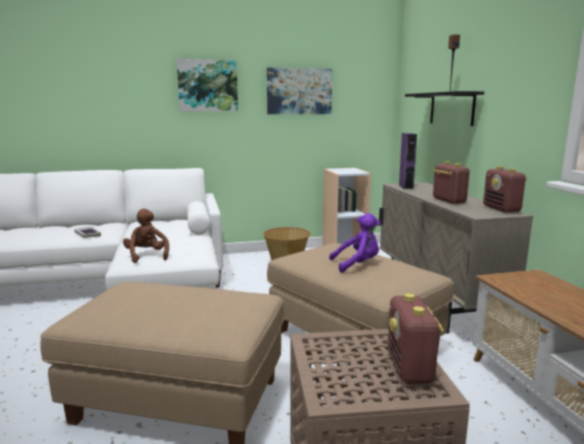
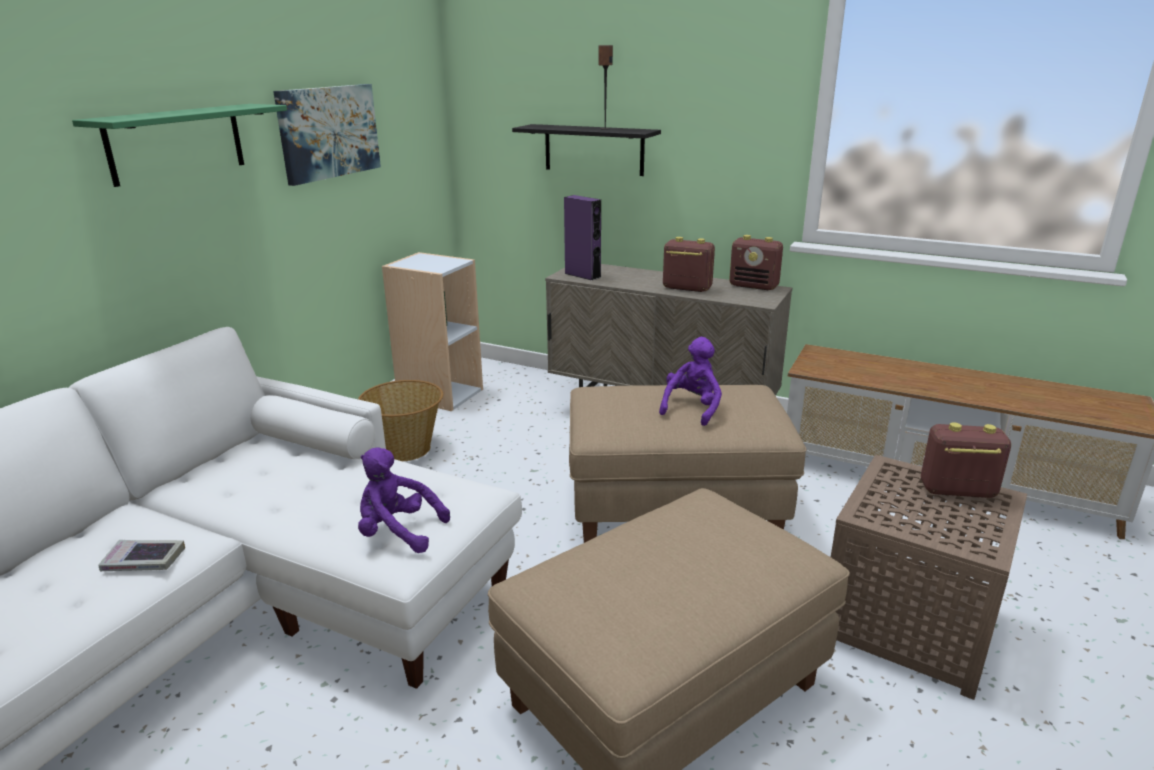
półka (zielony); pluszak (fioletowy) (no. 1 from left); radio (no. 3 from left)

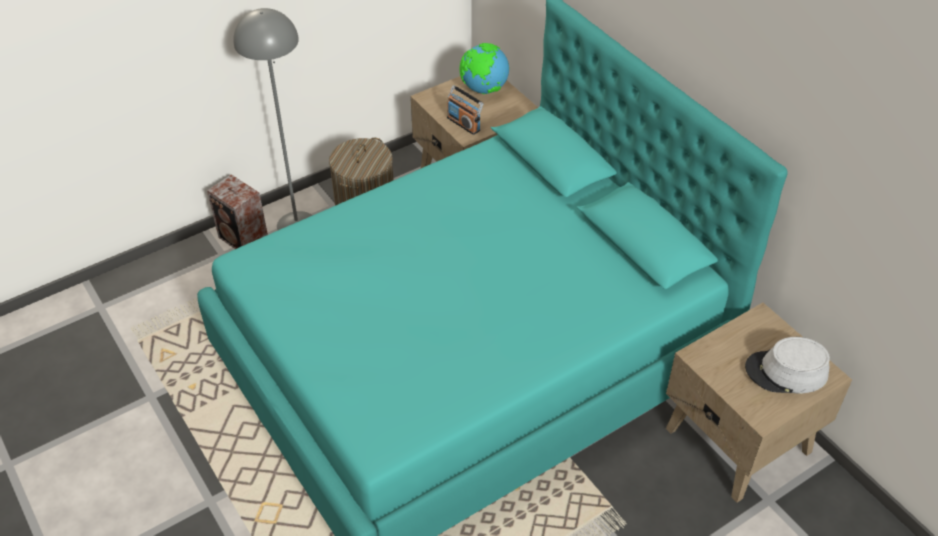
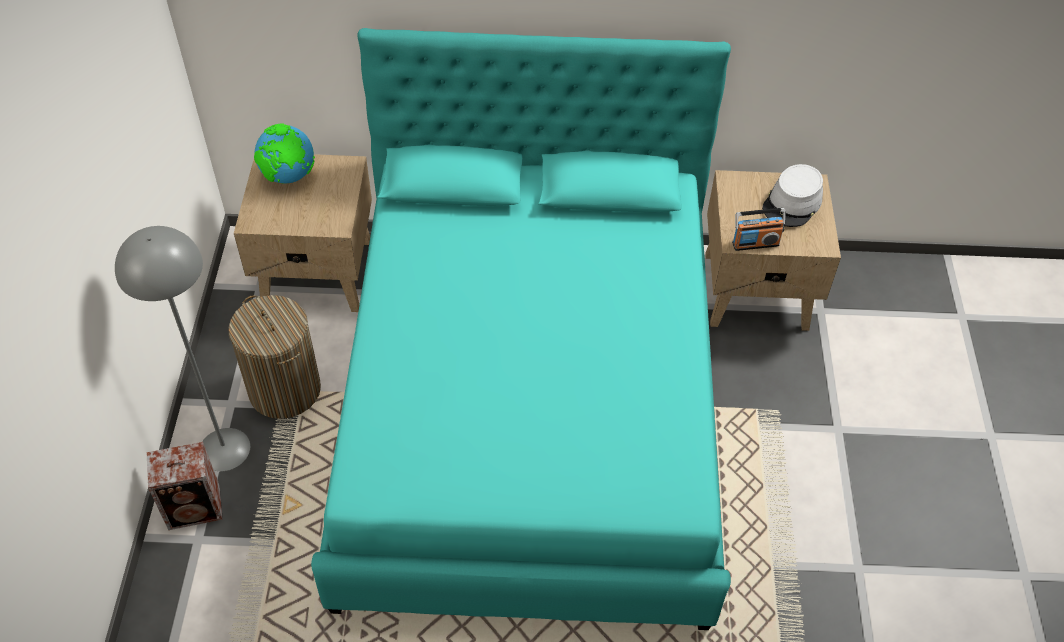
radio

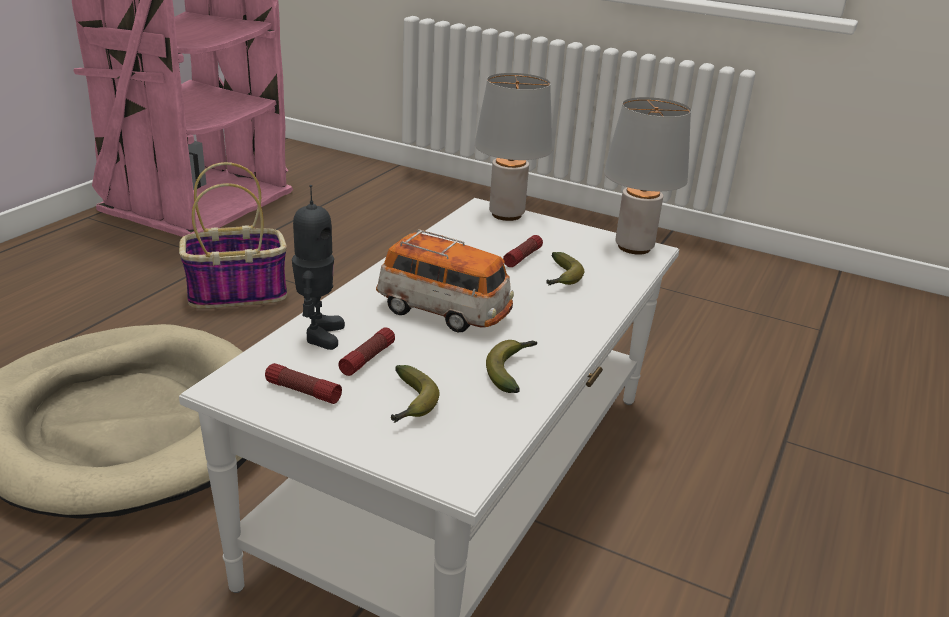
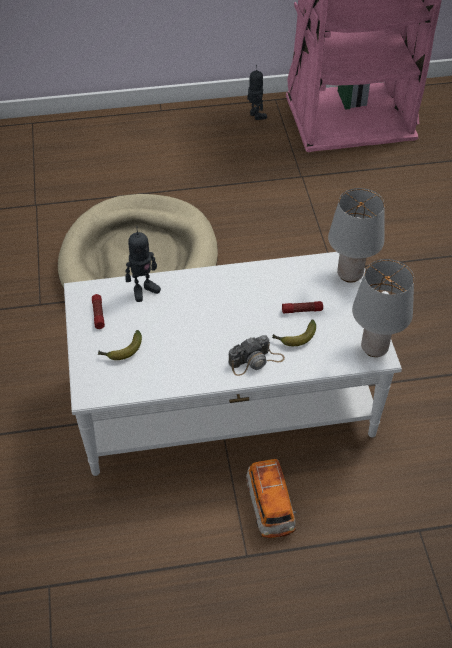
koszyk; samochodzik; latarka (no. 2 from left in the first image); banan (no. 2 from left in the first image); robot zabawkowy (no. 2 from left); aparat fotograficzny

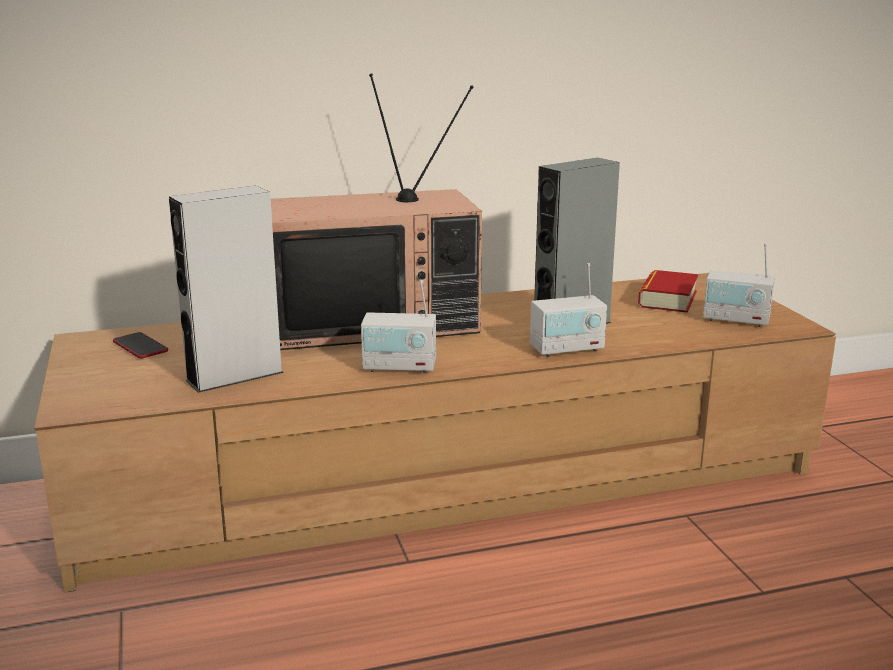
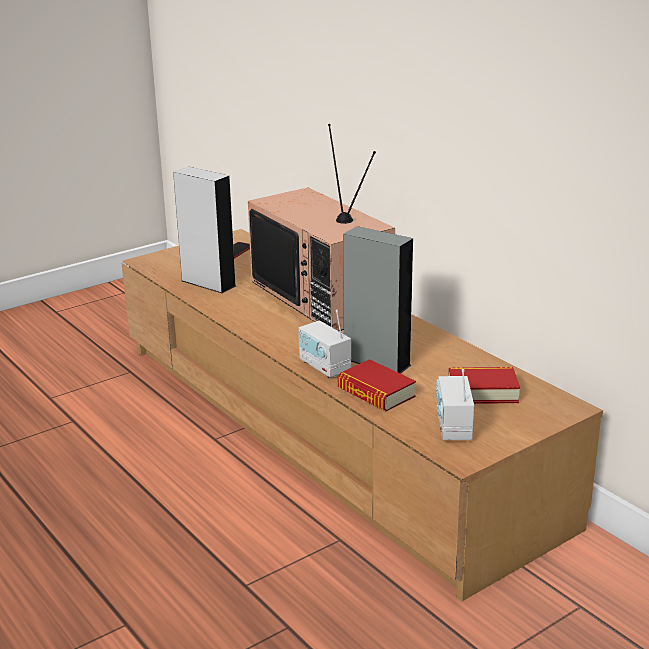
radio (no. 1 from left in the first image); książka (no. 1 from left)

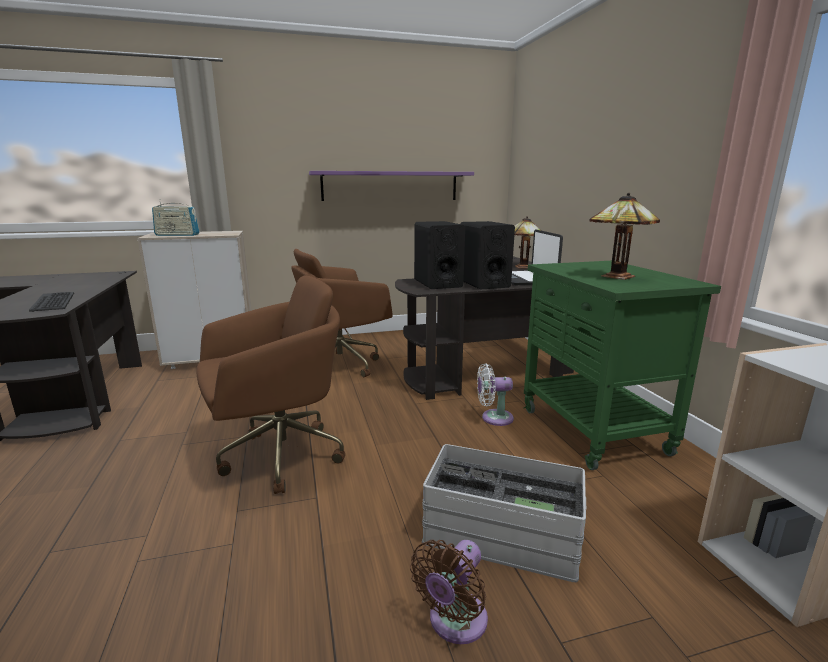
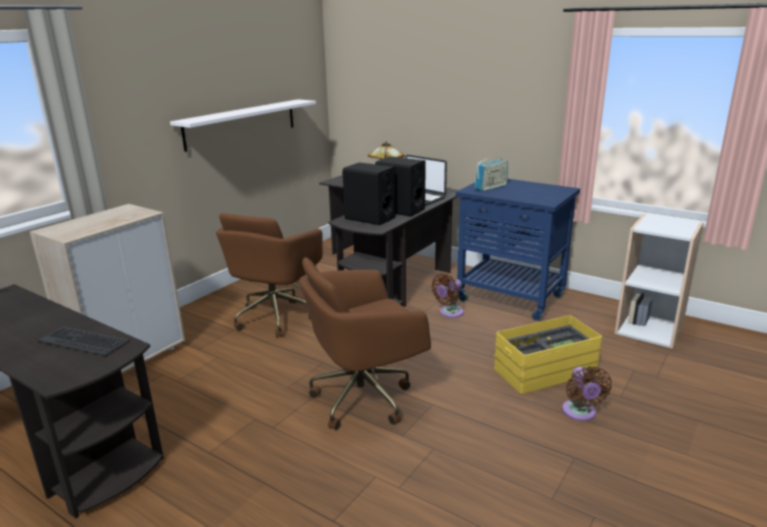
półka (biały); lampa stołowa (no. 2 from left in the first image); radio; wózek (niebieski); krzesło biurowe (brązowy) (no. 2 from left); wentylator (brązowy) (no. 1 from left); pojemnik do przechowywania (żółty)

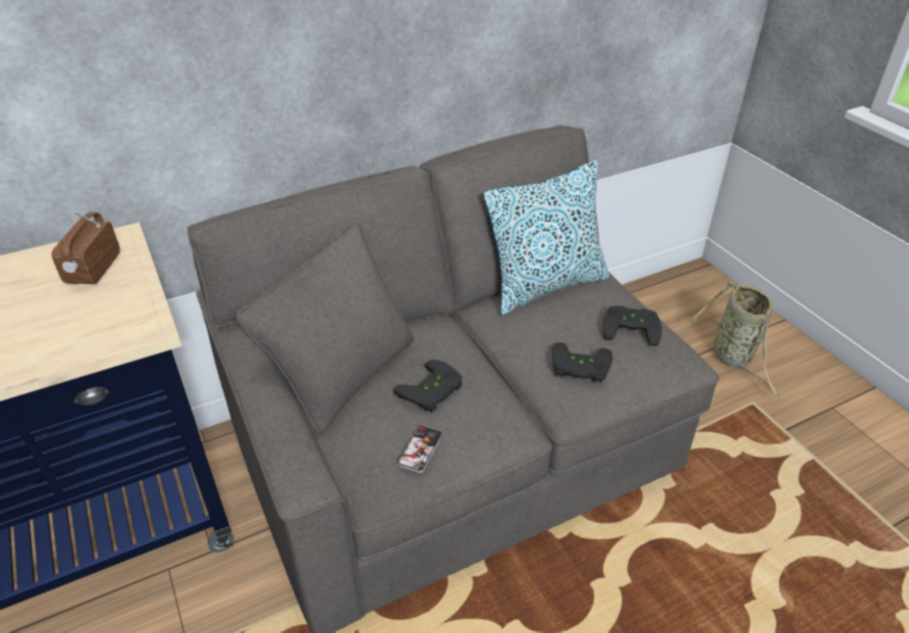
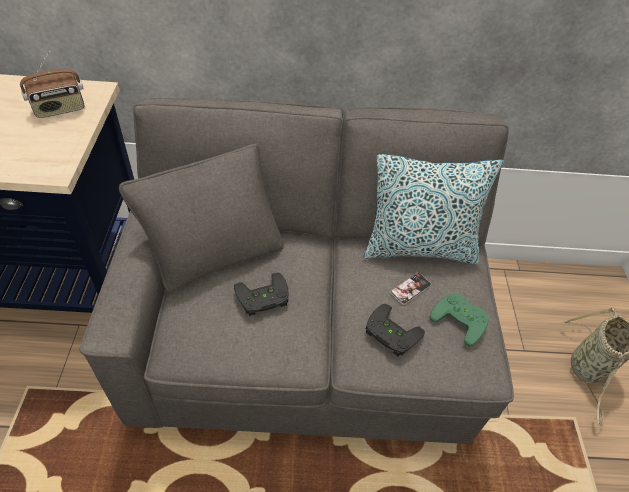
radio; pad do gier (zielony); telefon

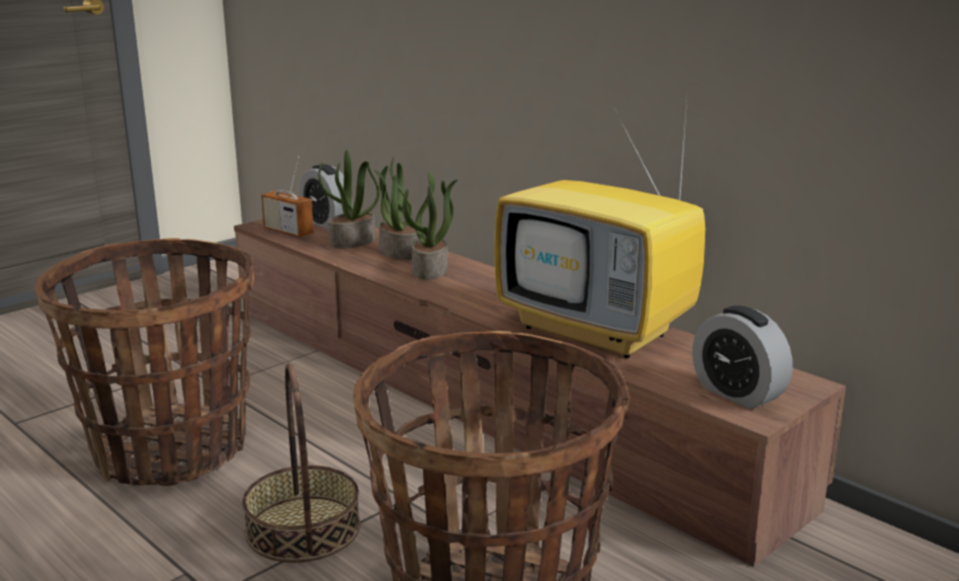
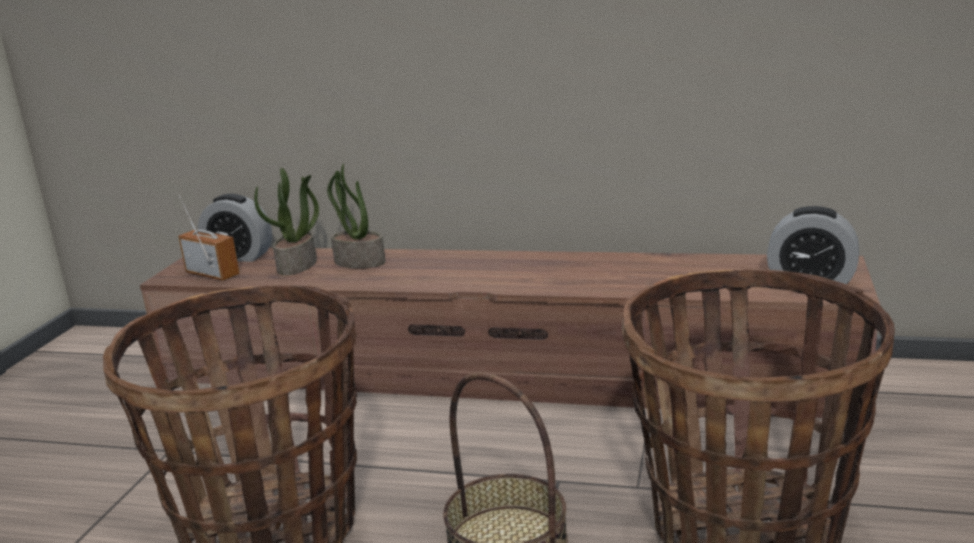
telewizor; radio; roślina doniczkowa (no. 3 from left in the first image)

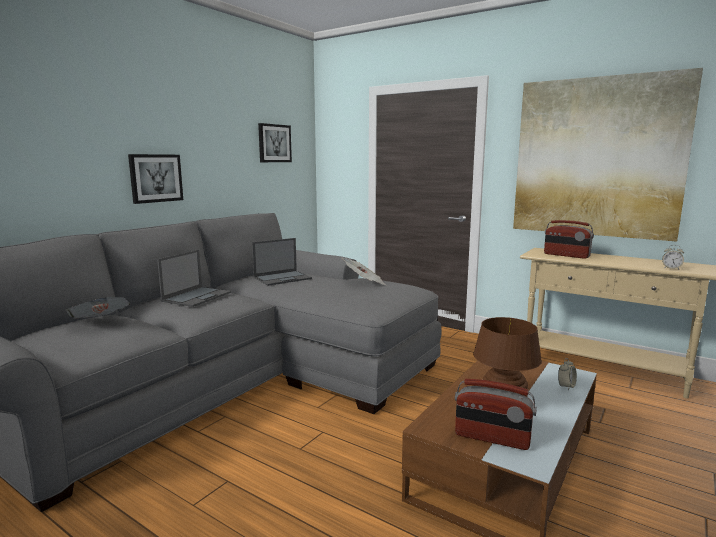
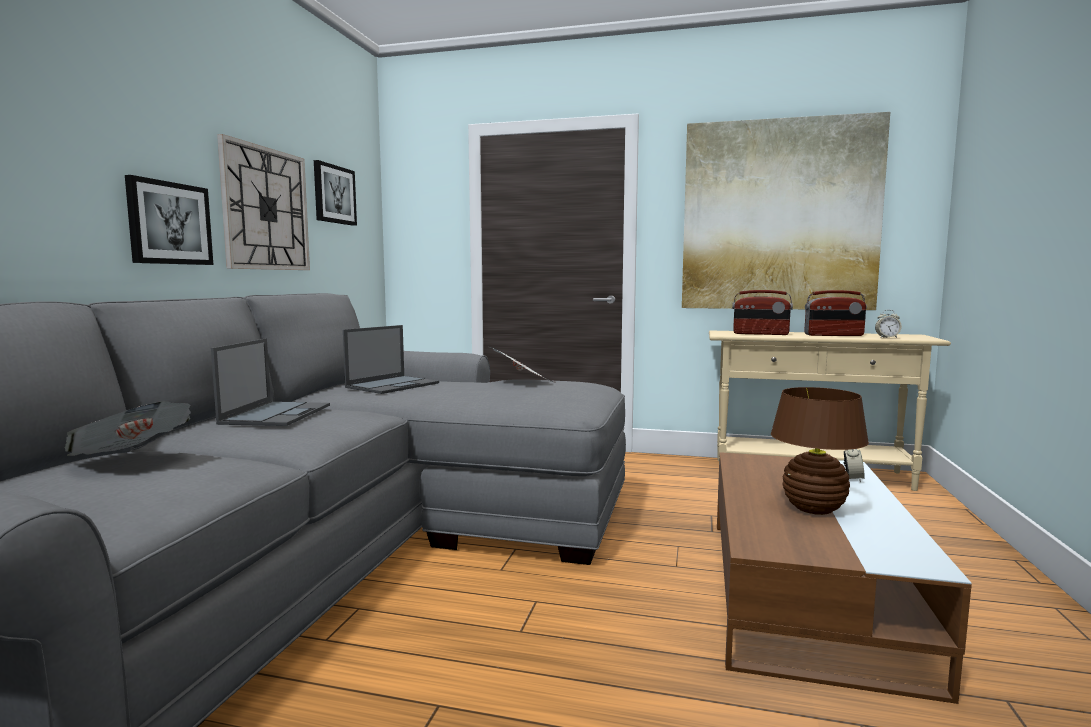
radio (no. 2 from left); zegar ścienny

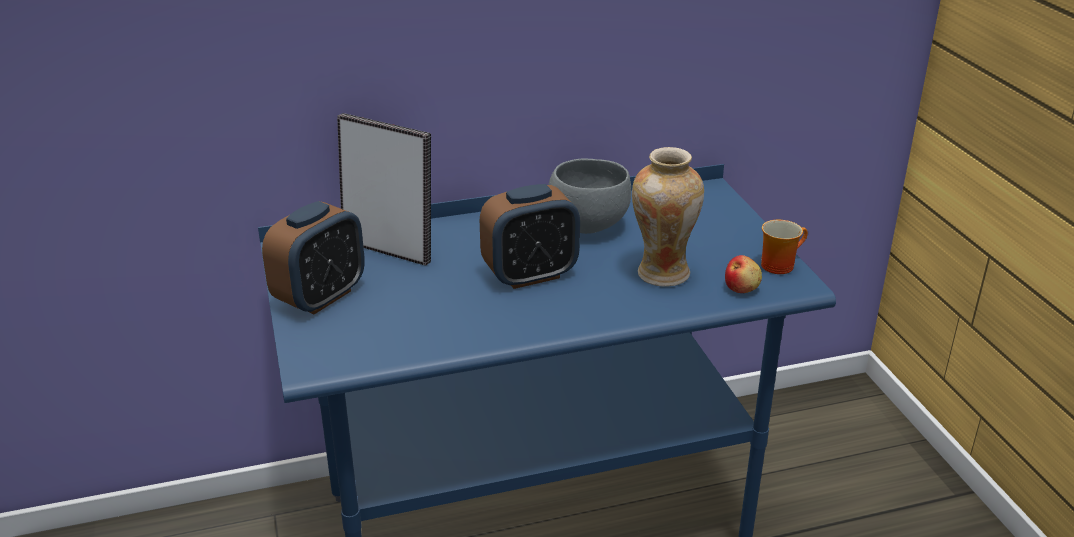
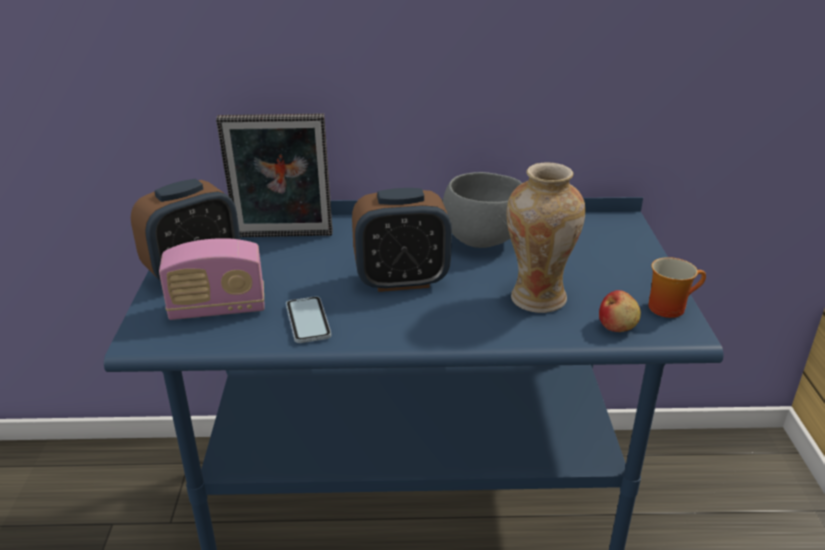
ramka na zdjęcie; radio; telefon

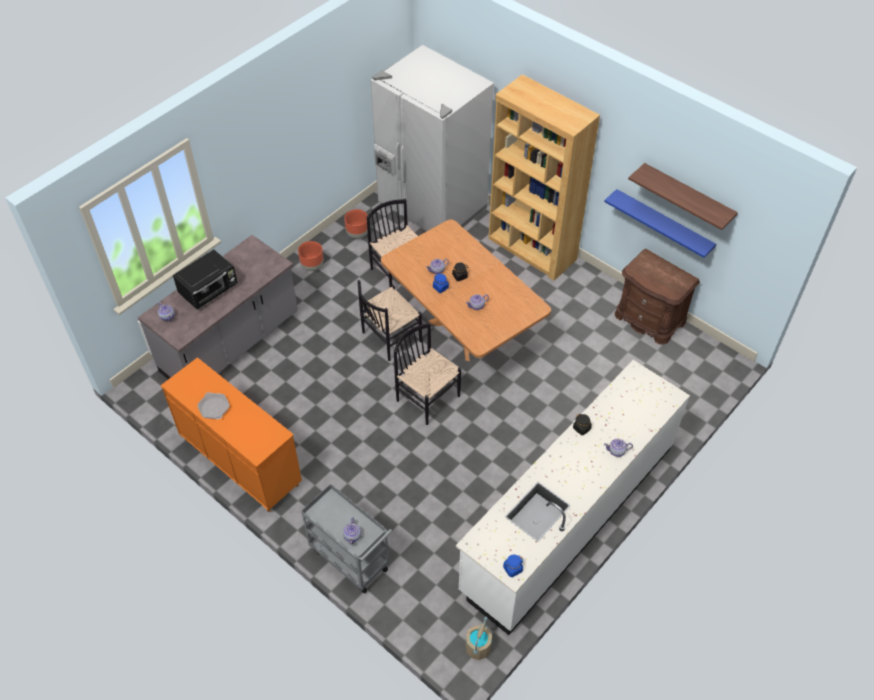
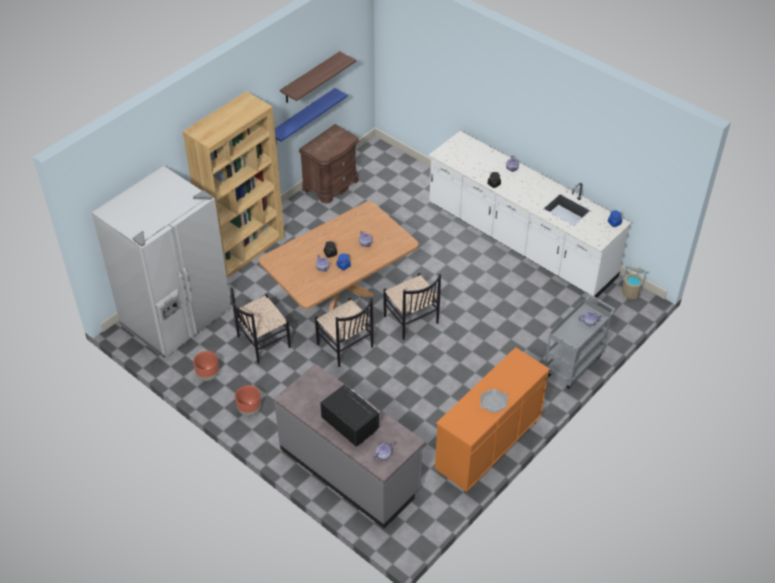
krzesło (czarny) (no. 3 from left)

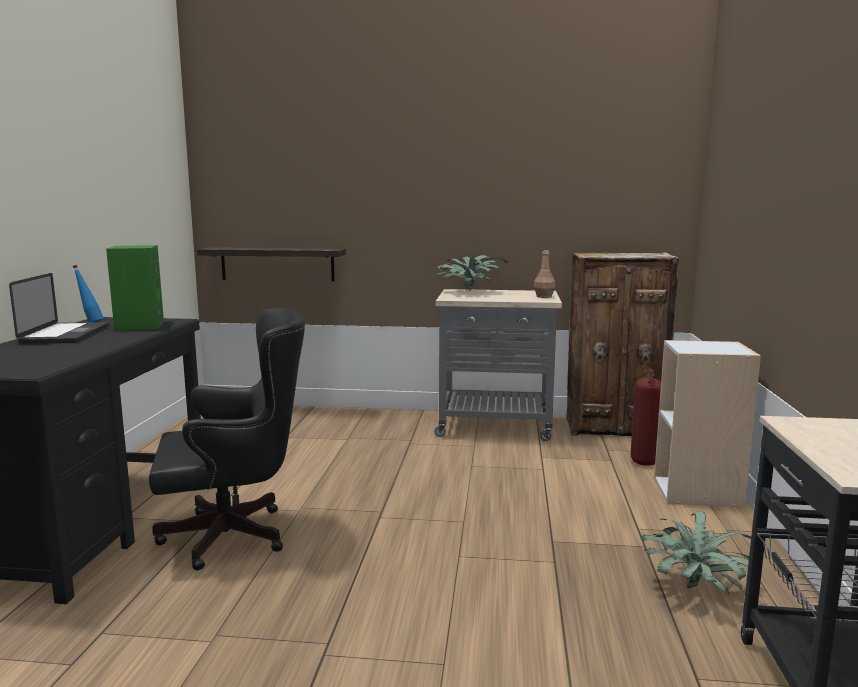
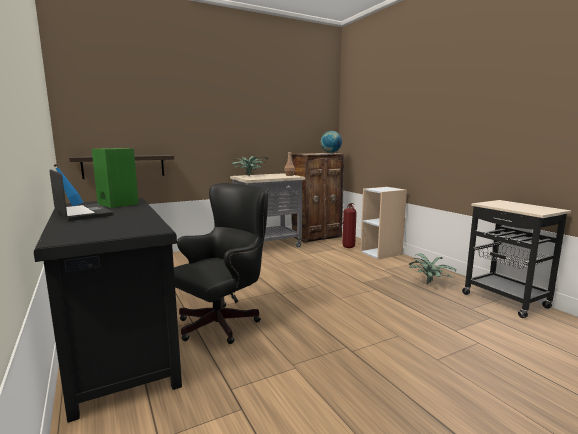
globus

